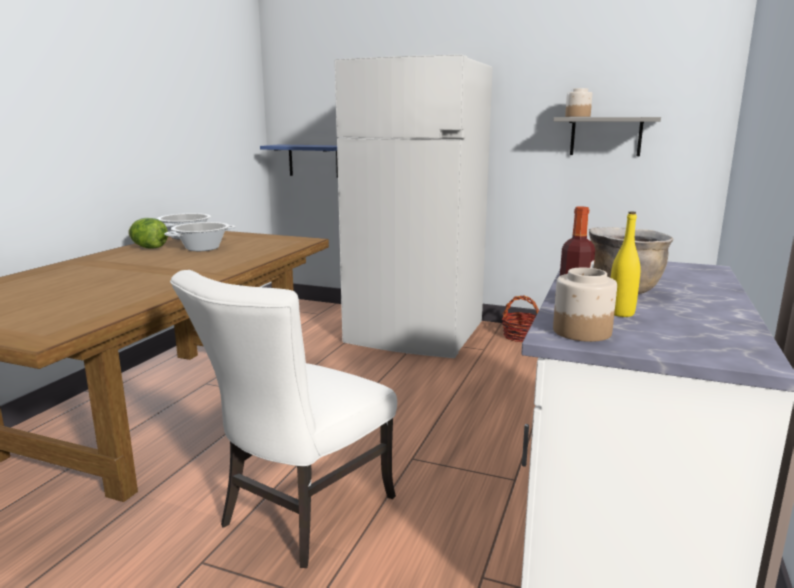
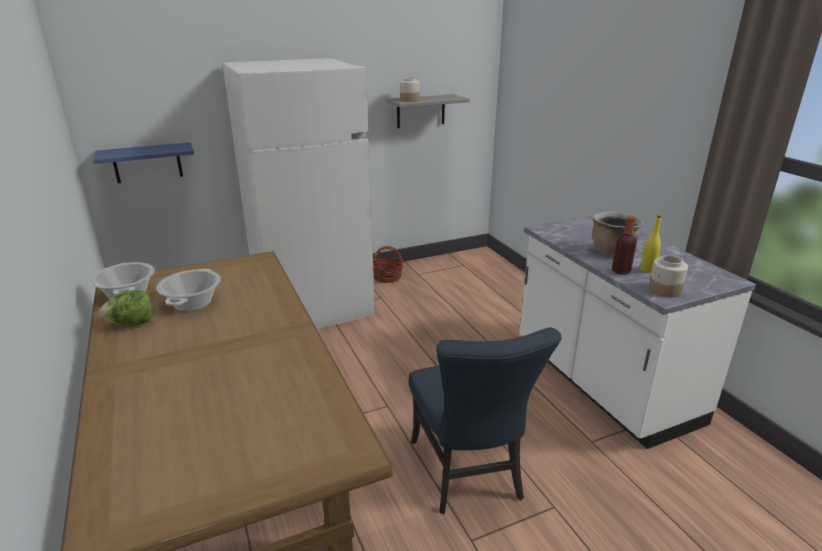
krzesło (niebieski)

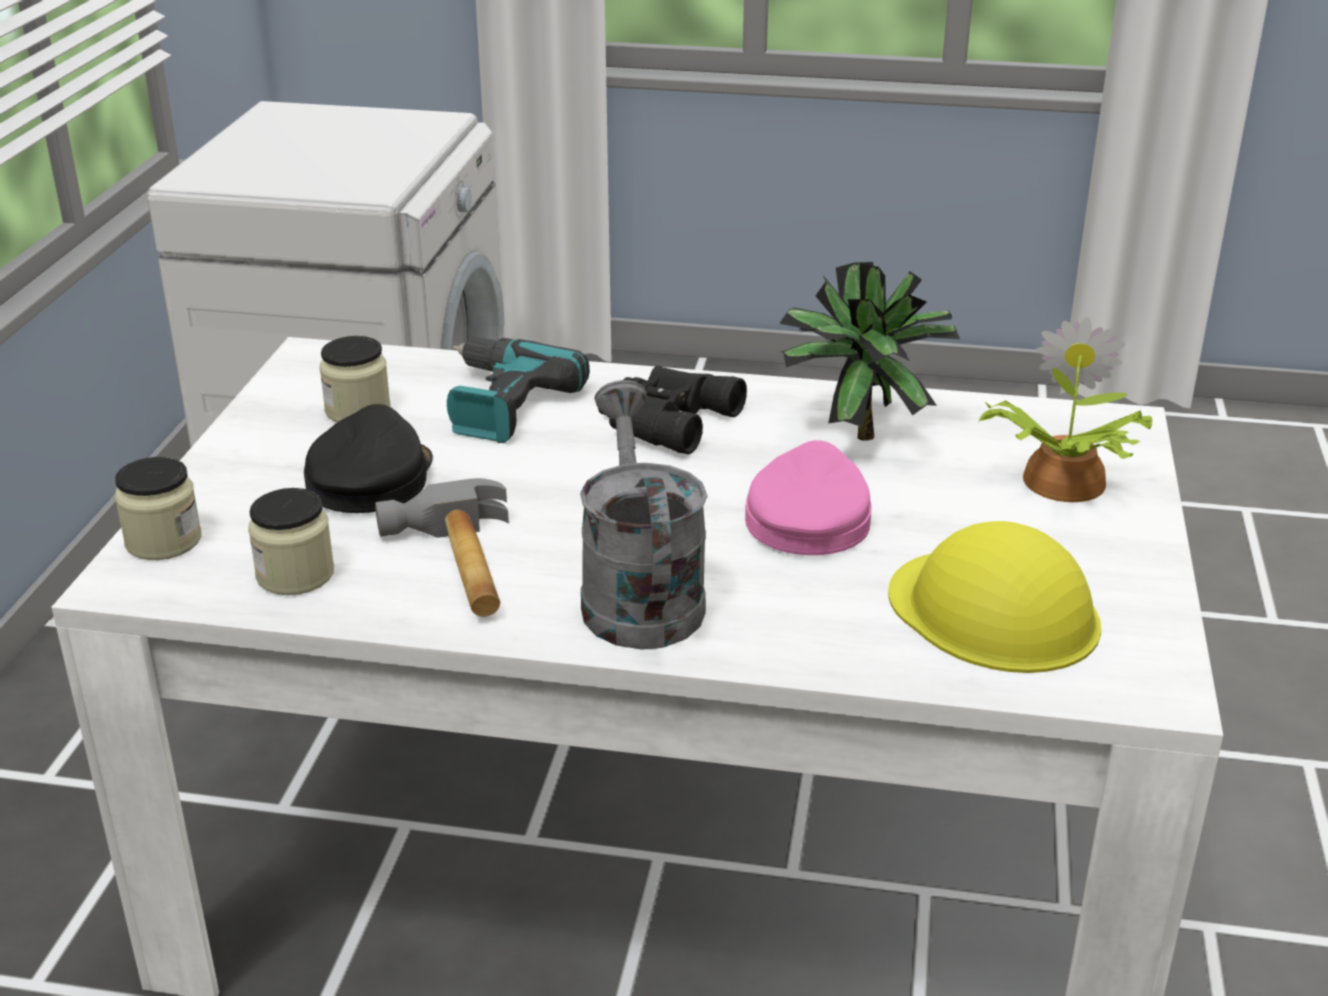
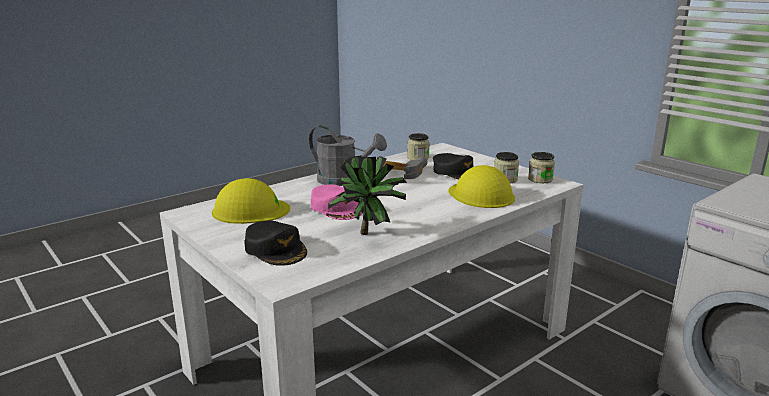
czapka z daszkiem (czarny) (no. 1 from left); kask (żółty) (no. 2 from left); lornetka (czarny); słoik (no. 3 from left)

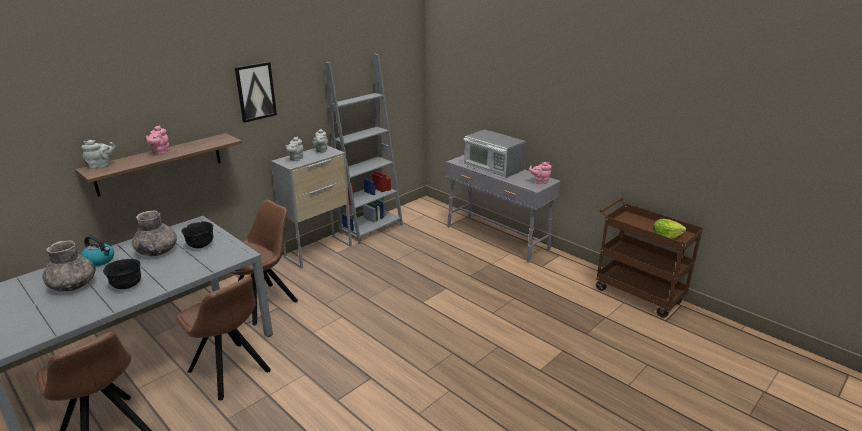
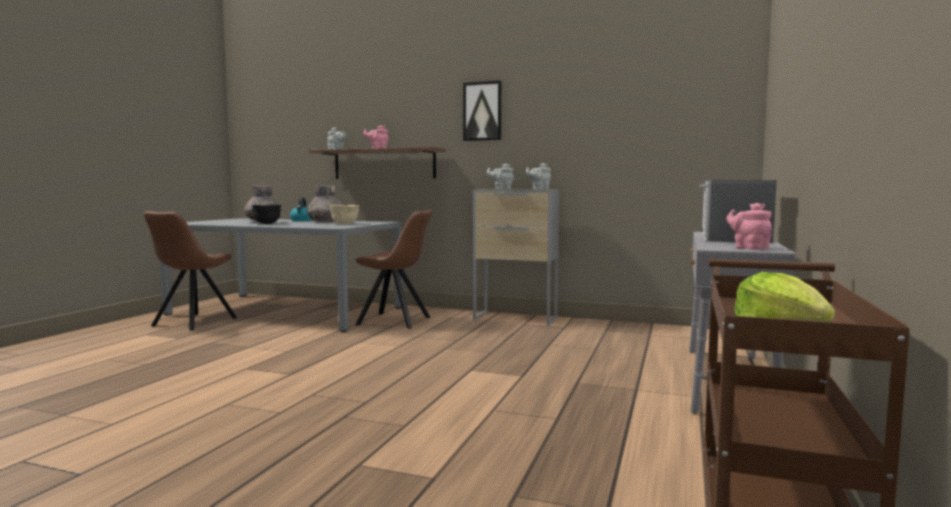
regał (szary); miska (beżowy); krzesło (brązowy) (no. 2 from left in the first image)

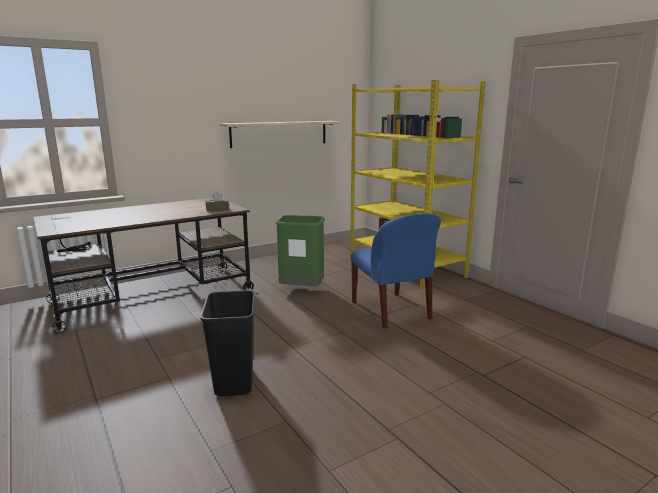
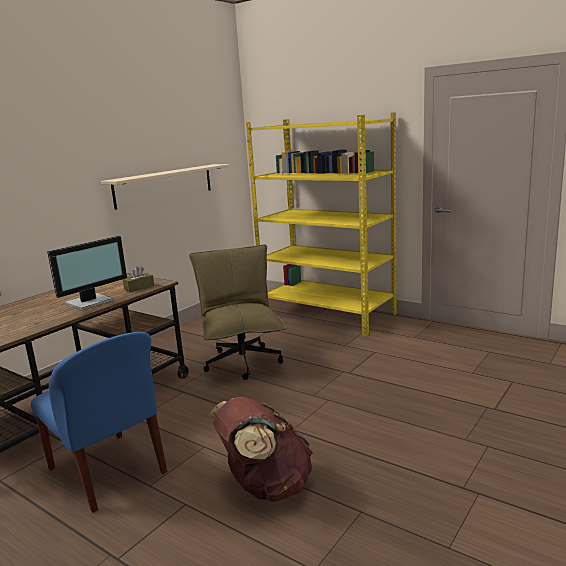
krzesło (niebieski); krzesło biurowe (beżowy); plecak (brązowy); monitor

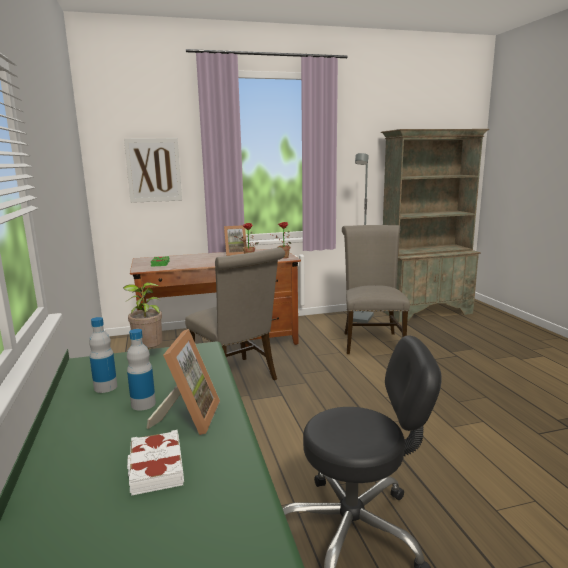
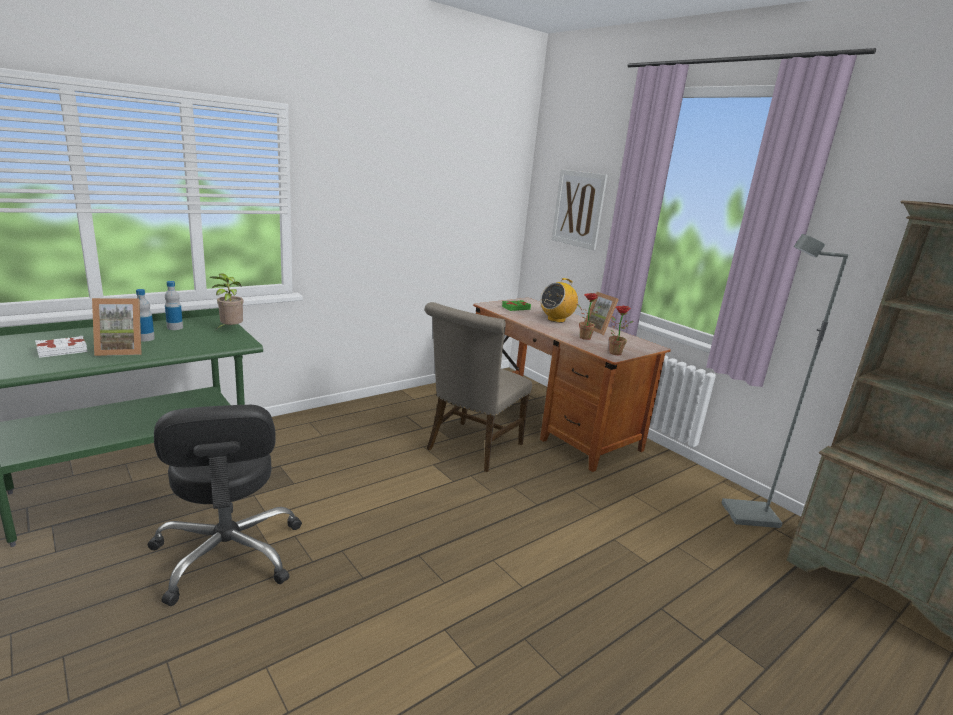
krzesło (beżowy) (no. 2 from left in the first image); radio

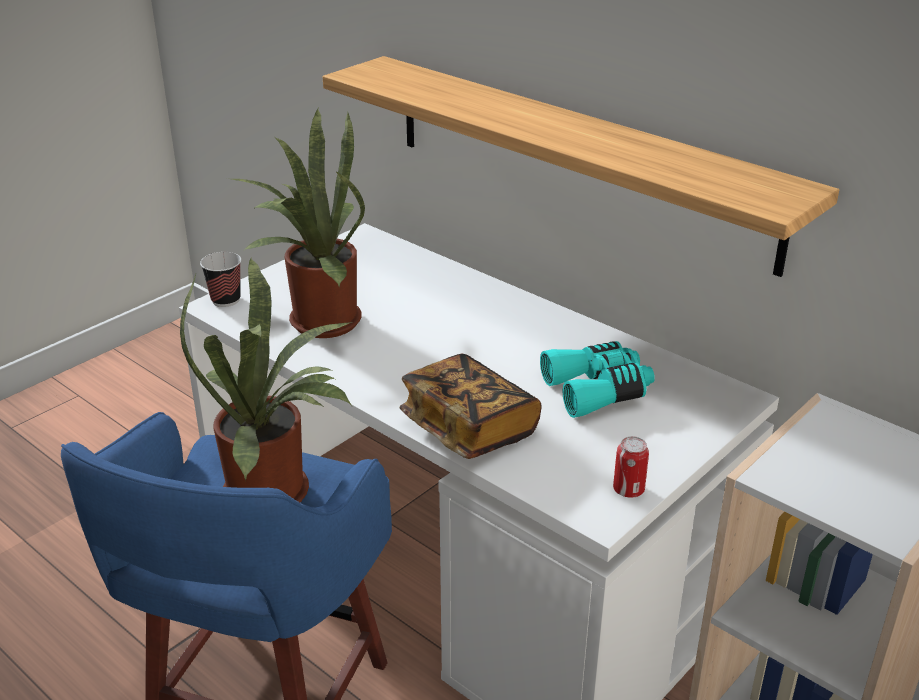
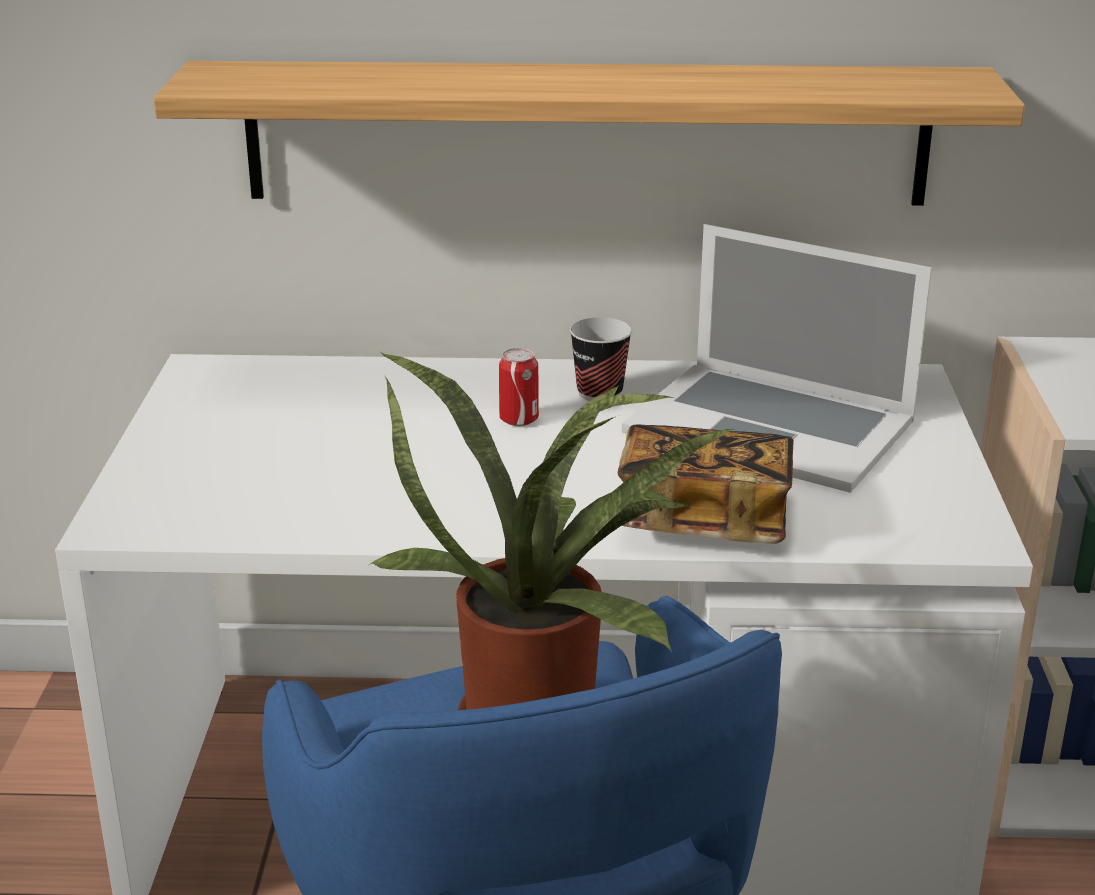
roślina doniczkowa (no. 2 from left in the first image); filiżanka; laptop; puszka

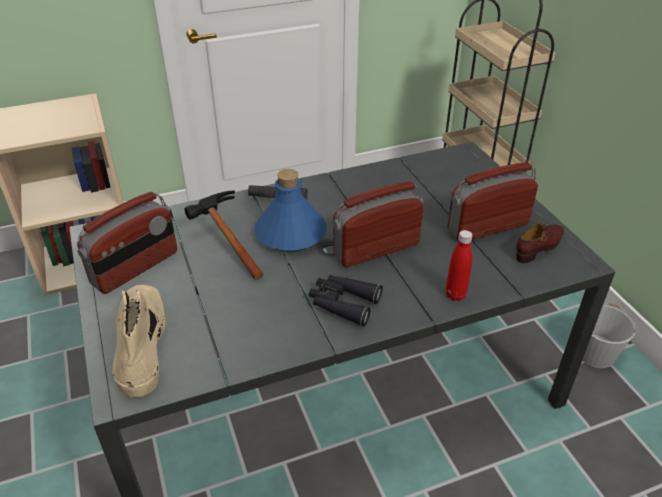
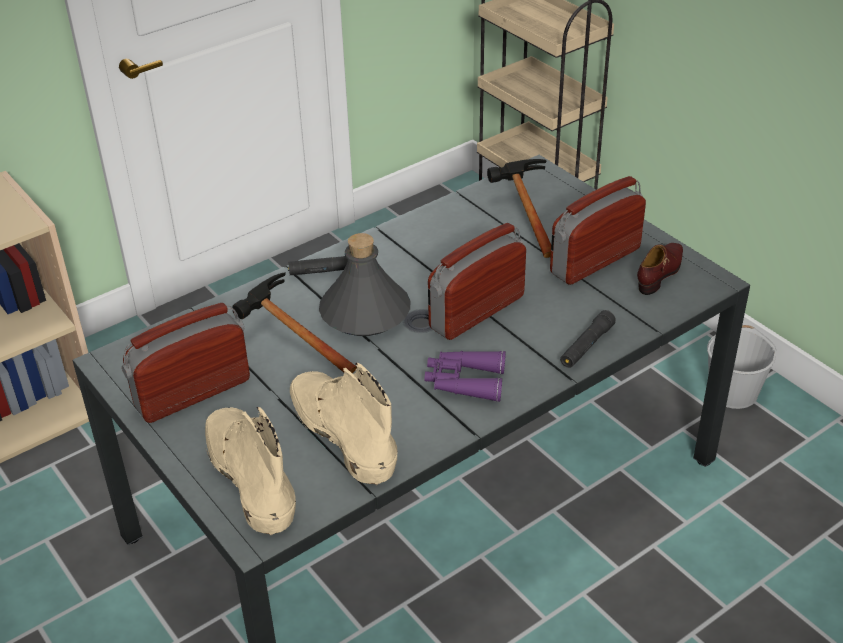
butelka (szary); radio (no. 1 from left); latarka (czarny) (no. 2 from left); lornetka (fioletowy); młotek (no. 2 from left); but z cholewką (beżowy) (no. 2 from left)

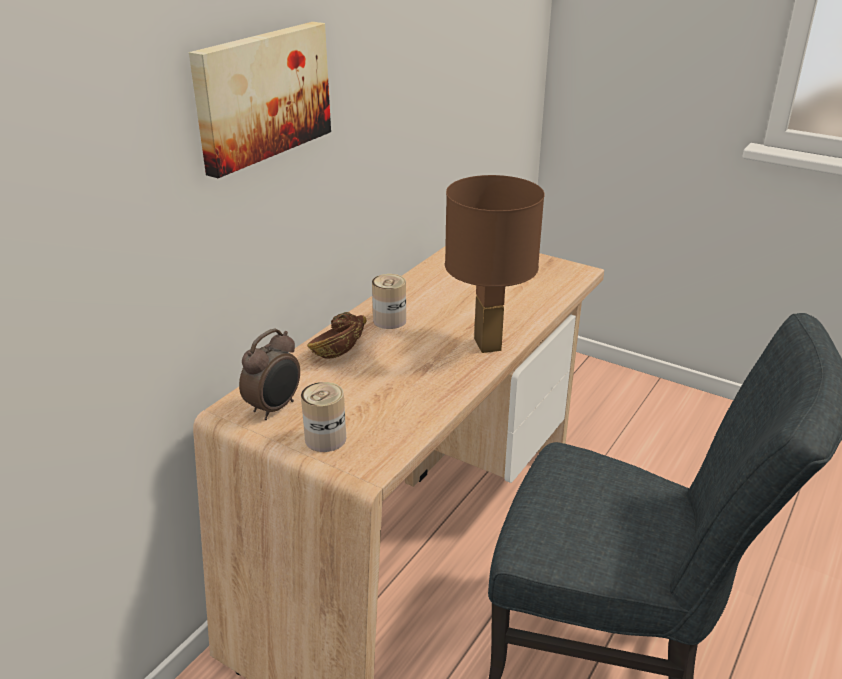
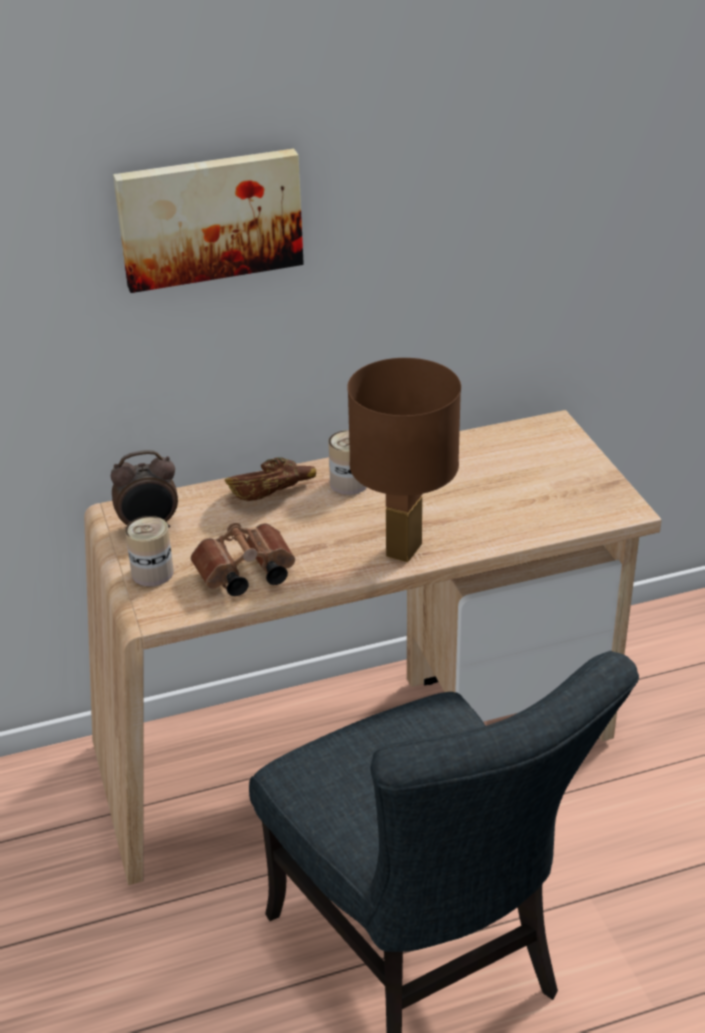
lornetka (brązowy)

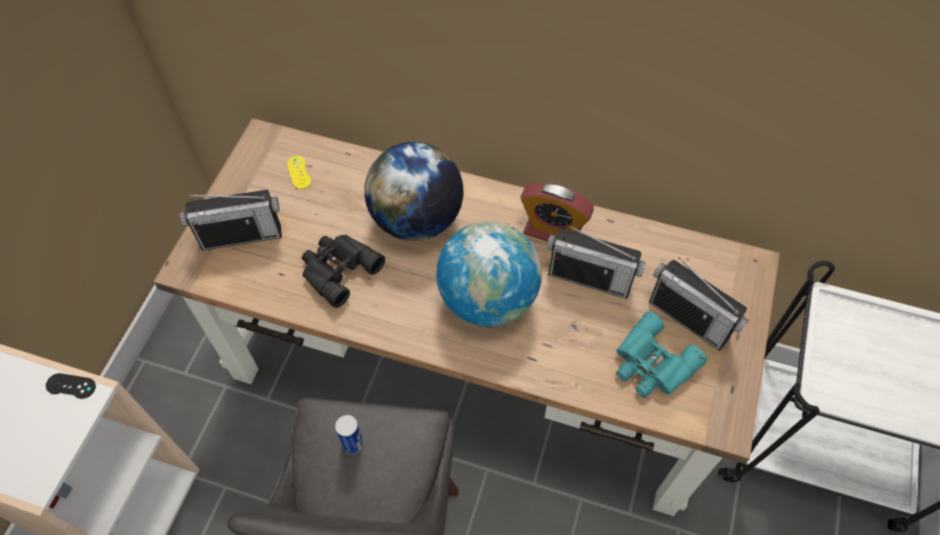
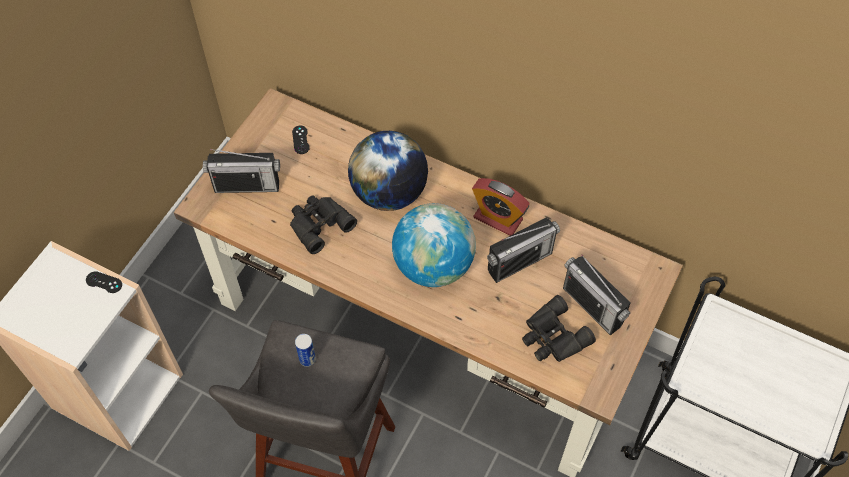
pad do gier (czarny) (no. 2 from left); radio (no. 2 from left); lornetka (czarny) (no. 2 from left)

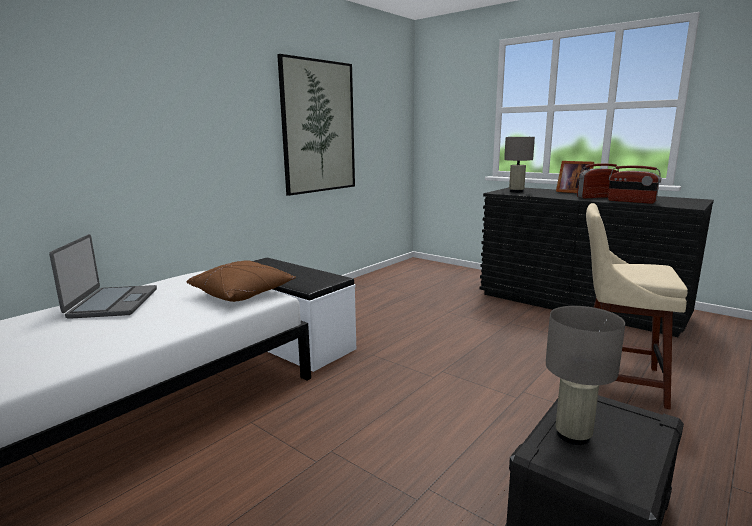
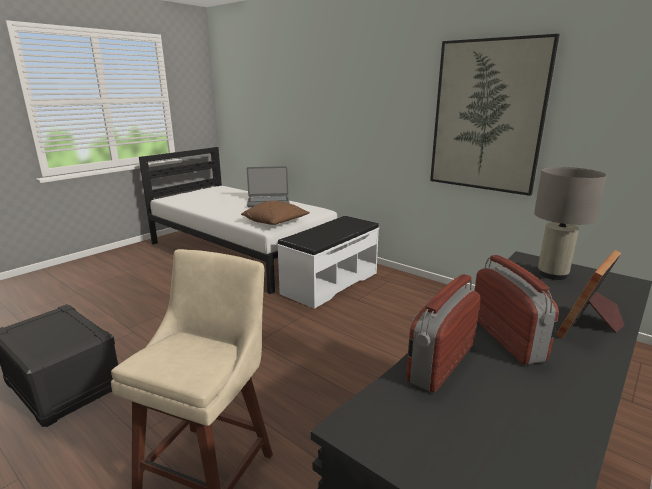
lampa stołowa (szary) (no. 2 from left in the first image)

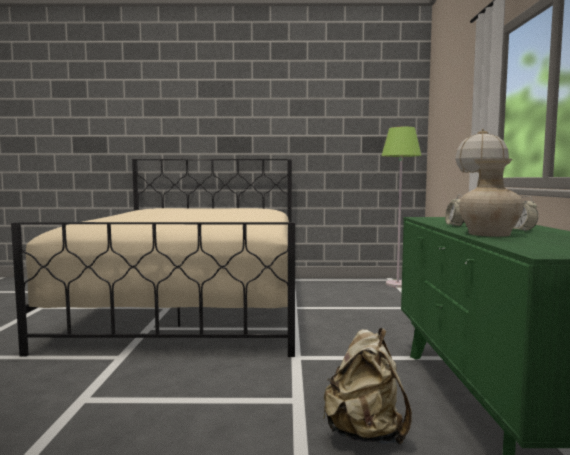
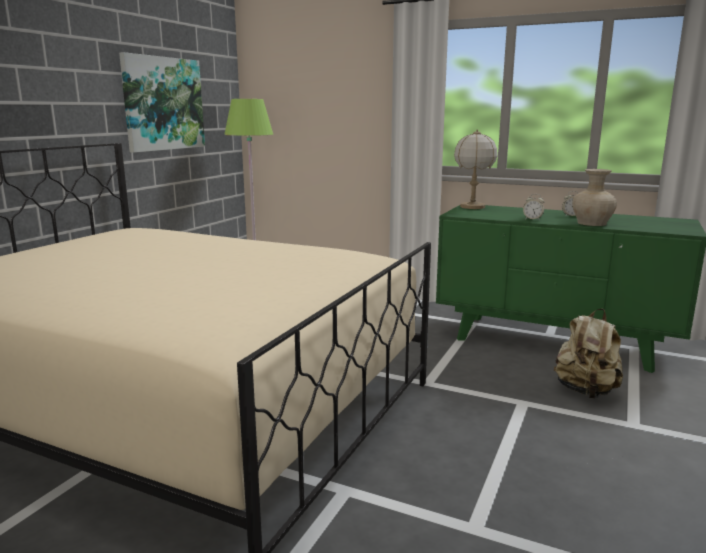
obraz

